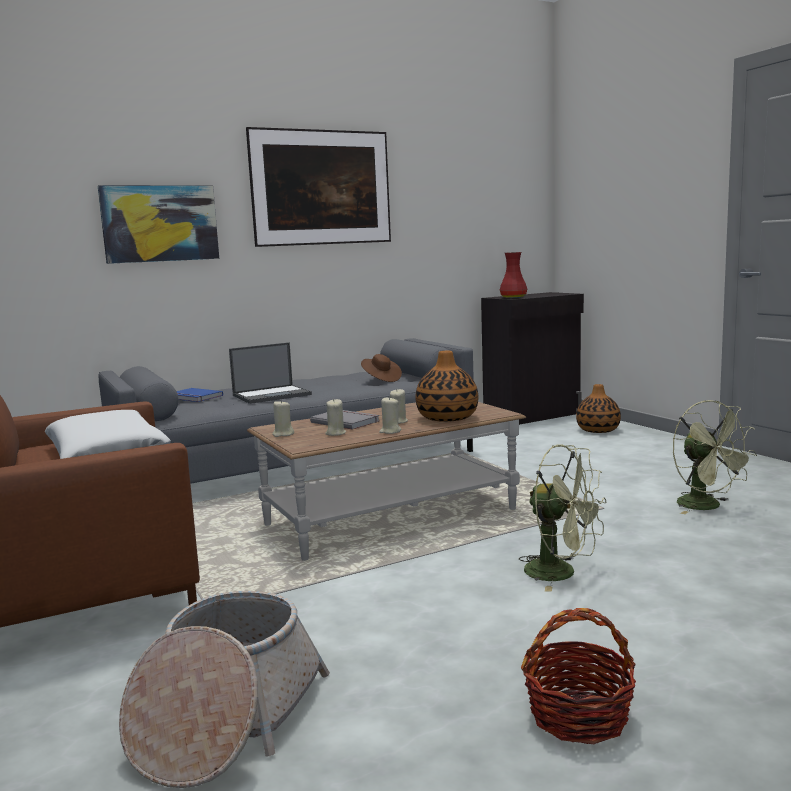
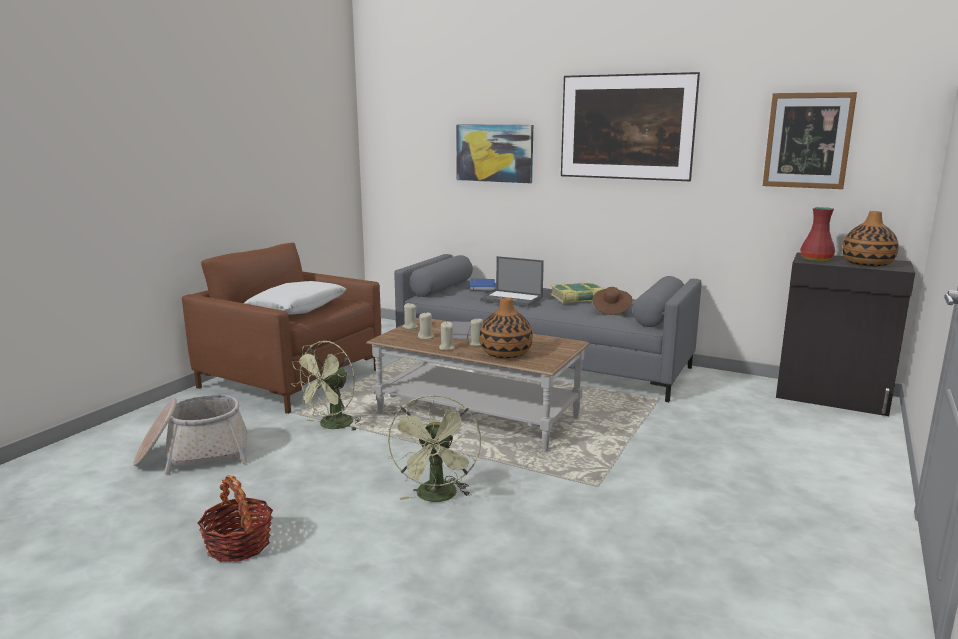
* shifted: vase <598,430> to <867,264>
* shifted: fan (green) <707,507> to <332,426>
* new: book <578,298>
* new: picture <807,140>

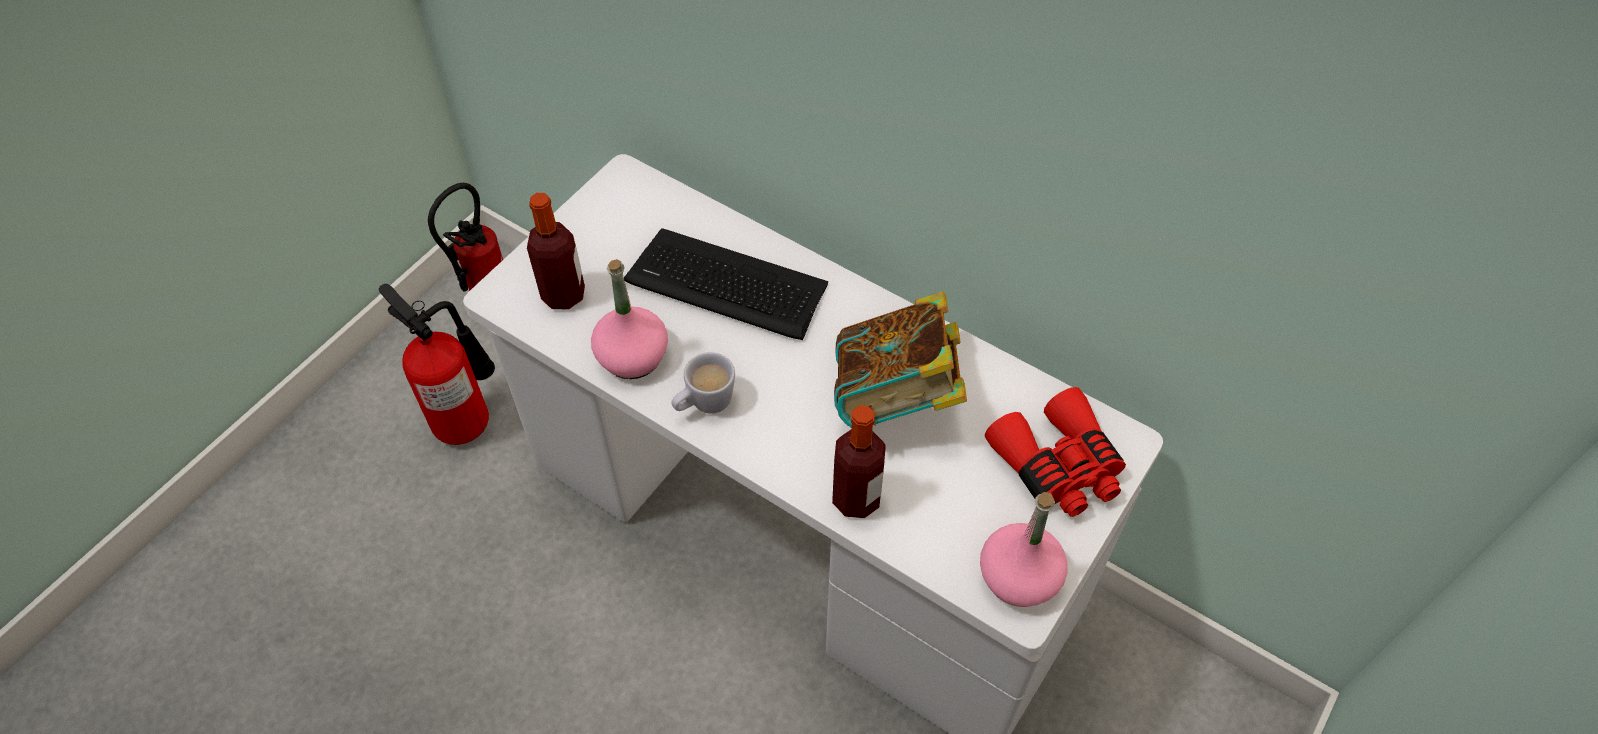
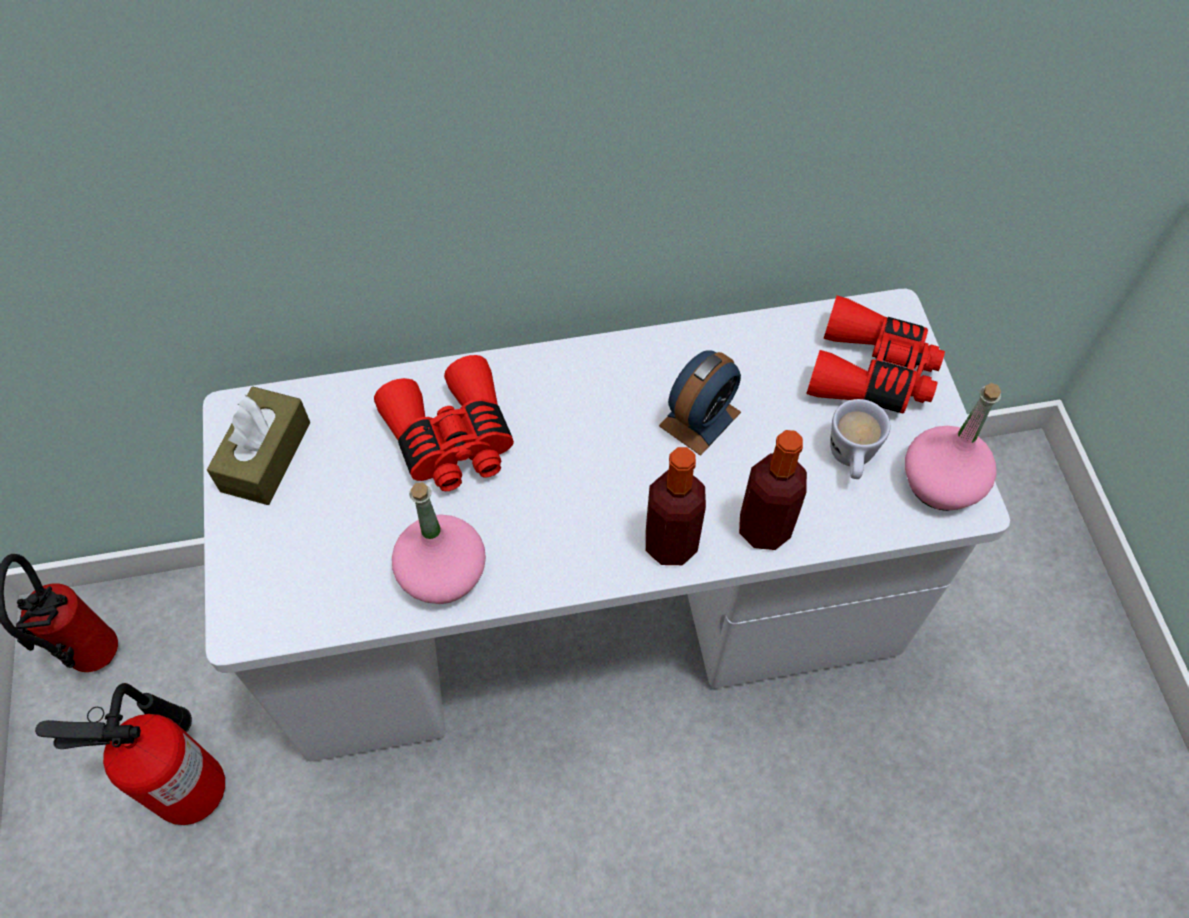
* shifted: bottle <563,295> to <671,543>
* swapped: keyboard <726,285> to binoculars (red) <452,439>
* shifted: mug (white) <704,404> to <850,459>
* swapped: book <896,398> to alarm clock <700,419>
* new: tissue box (brown) <266,456>

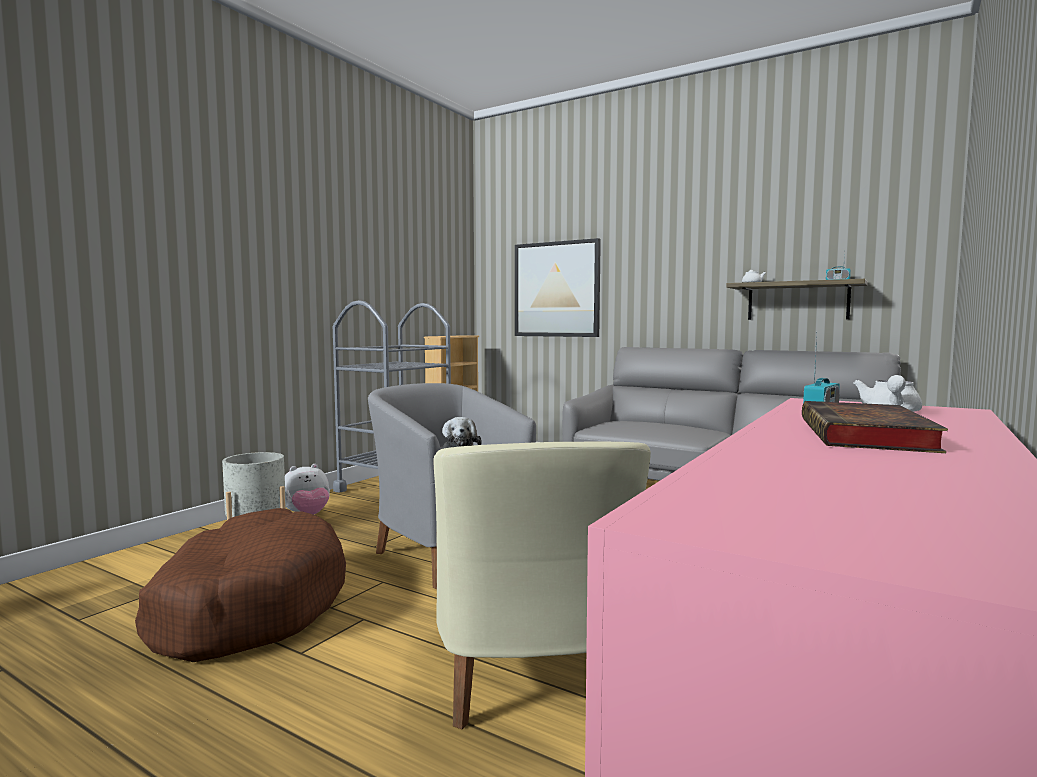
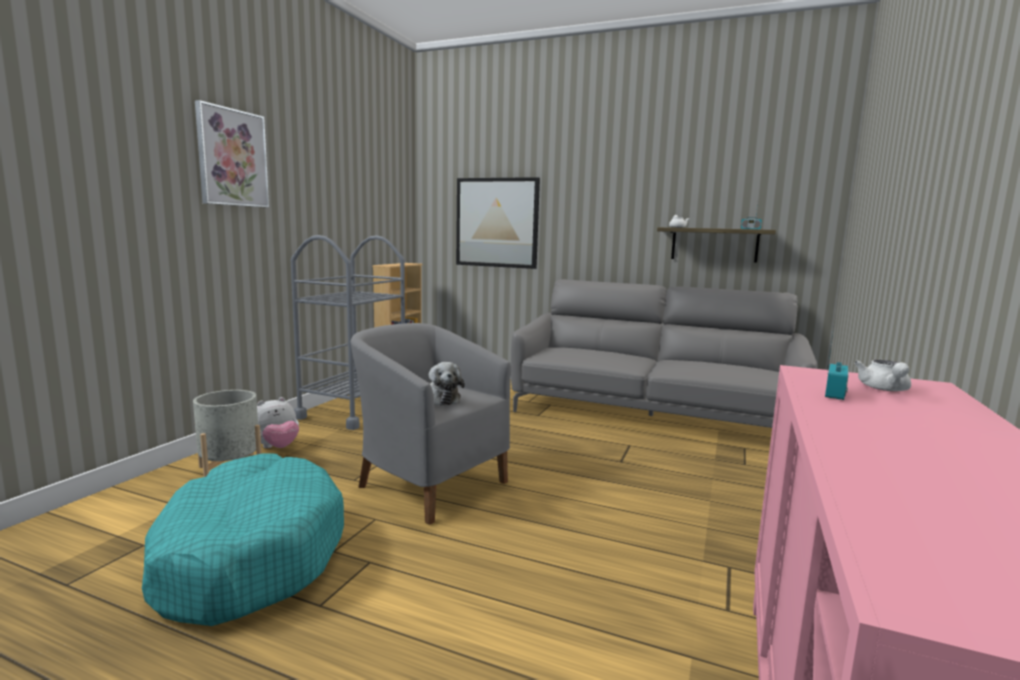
* repainted: dog bed (brown) <247,606> to dog bed (turquoise) <248,556>
* gone: armchair (beige) <533,672>
* gone: book <867,437>
* new: picture <232,158>

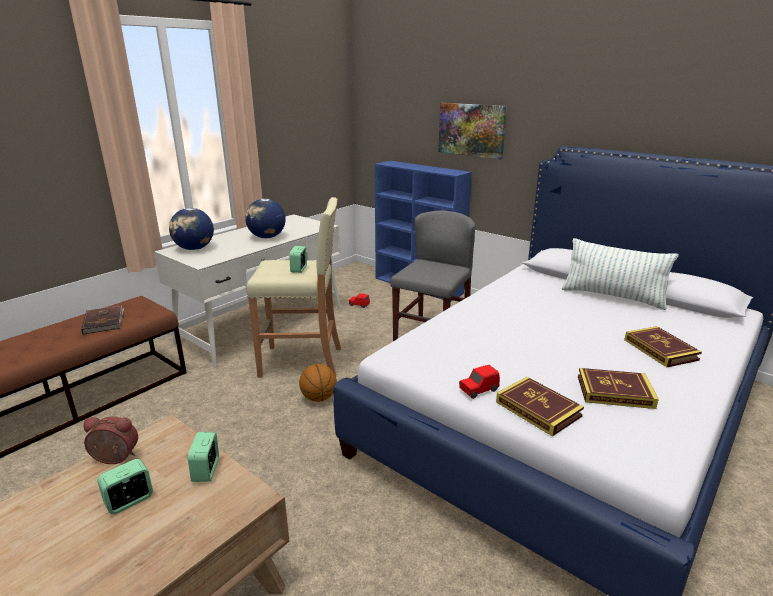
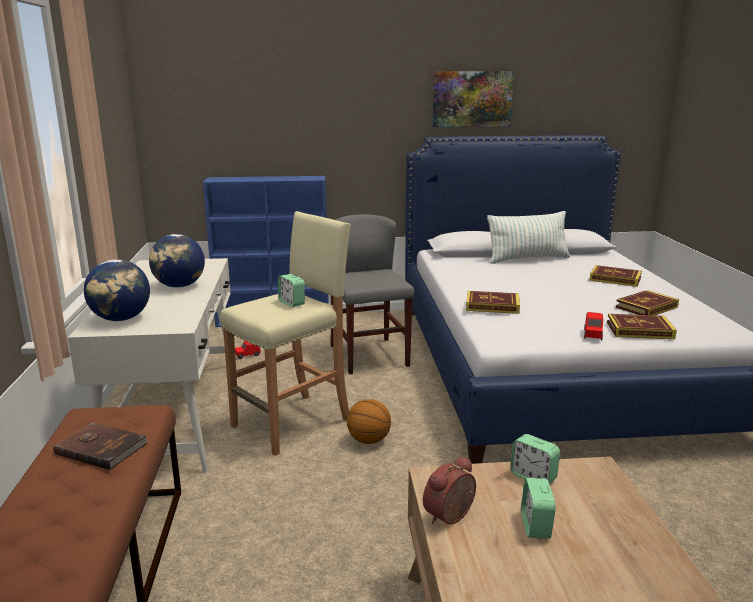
* shifted: picture <471,130> to <472,99>
* new: book <492,306>

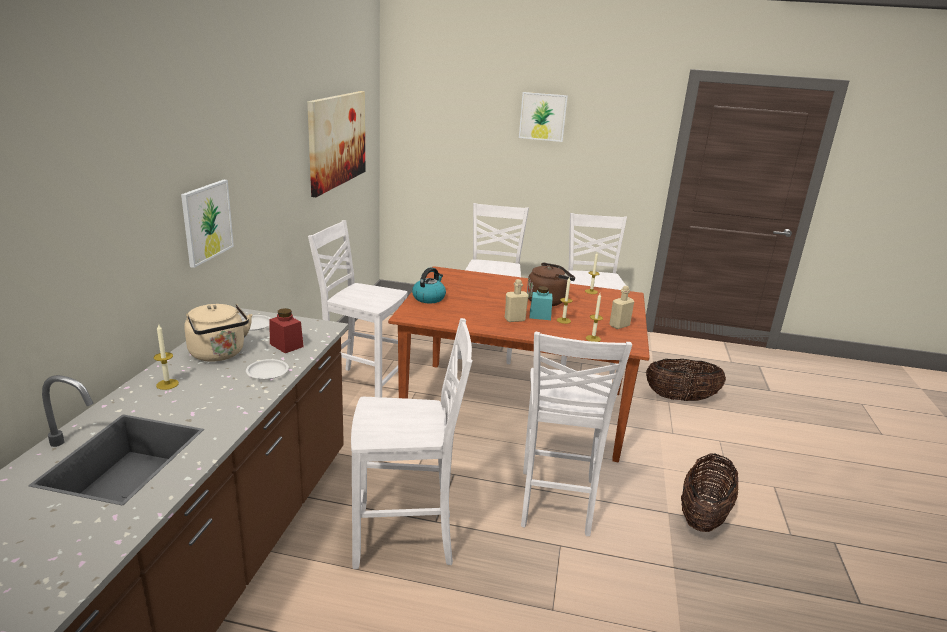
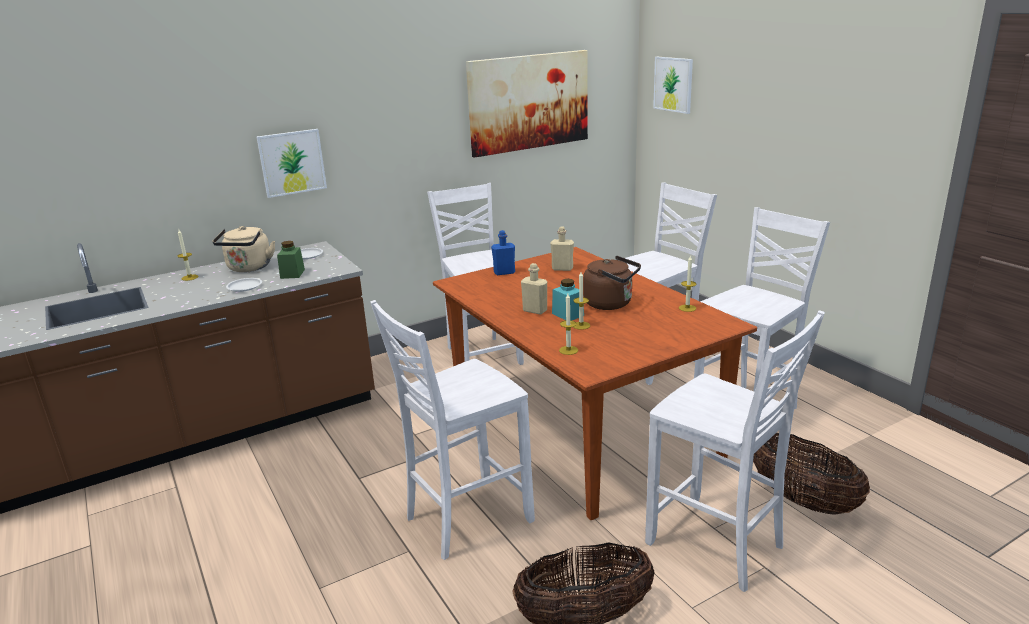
* repainted: jar (red) <286,345> to jar (green) <292,274>
* shifted: chair (white) <406,539> to <717,545>
* swapped: kettle <429,298> to bottle (blue) <504,272>
* shifted: picture <543,116> to <673,84>
* shifted: bottle (beige) <619,325> to <562,268>

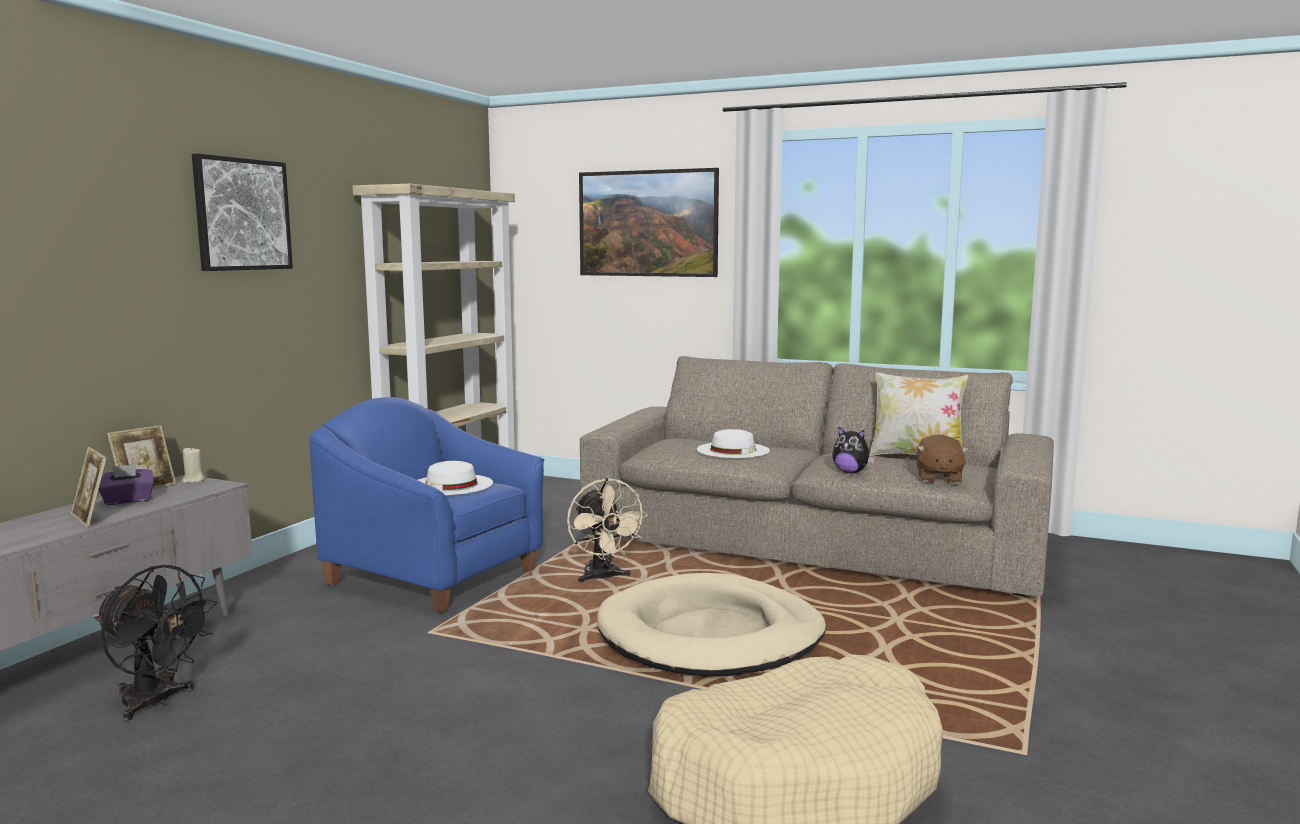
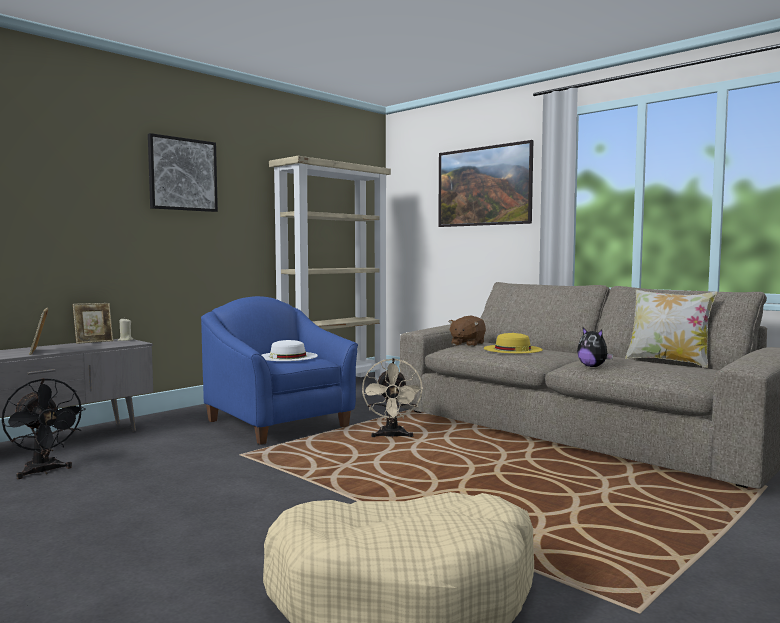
* gone: tissue box (purple) <127,500>
* gone: dog bed (beige) <711,635>
* repainted: hat (white) <733,450> to hat (yellow) <512,349>
* shifted: plush toy (brown) <938,478> to <467,344>

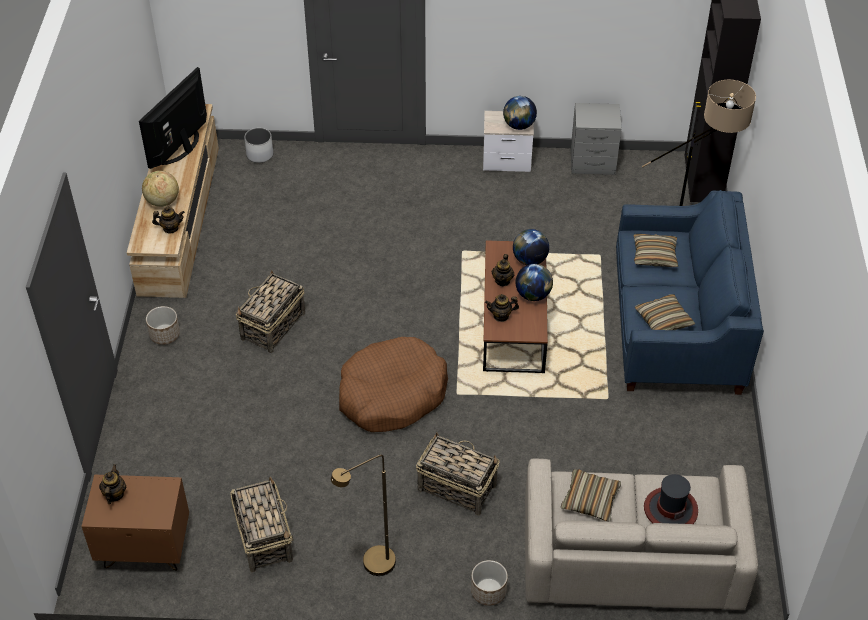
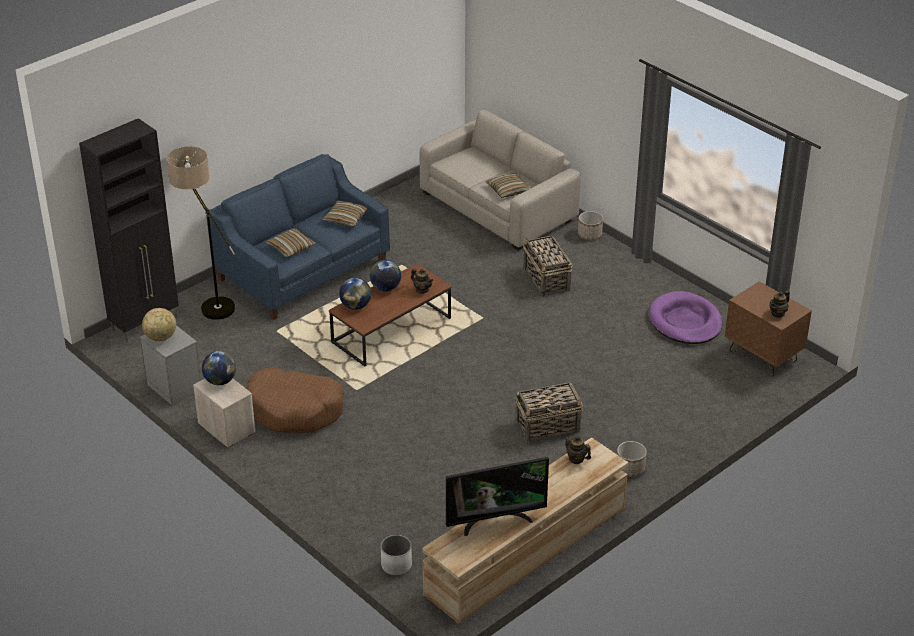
* shifted: globe <162,201> to <161,337>
* swapped: basket <264,537> to dog bed (purple) <685,322>
* gone: floor lamp (brown) <371,567>
* shifted: dog bed (brown) <392,394> to <295,410>
* gone: teapot <502,280>
* gone: hat <670,509>

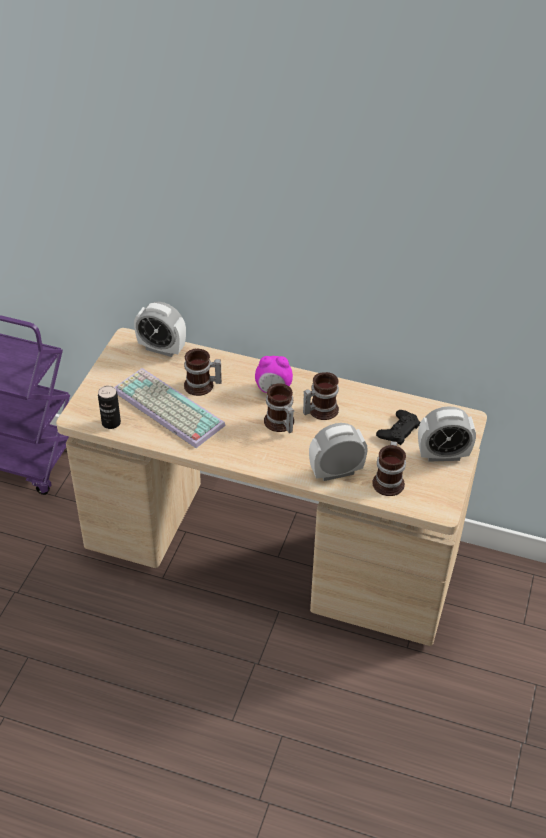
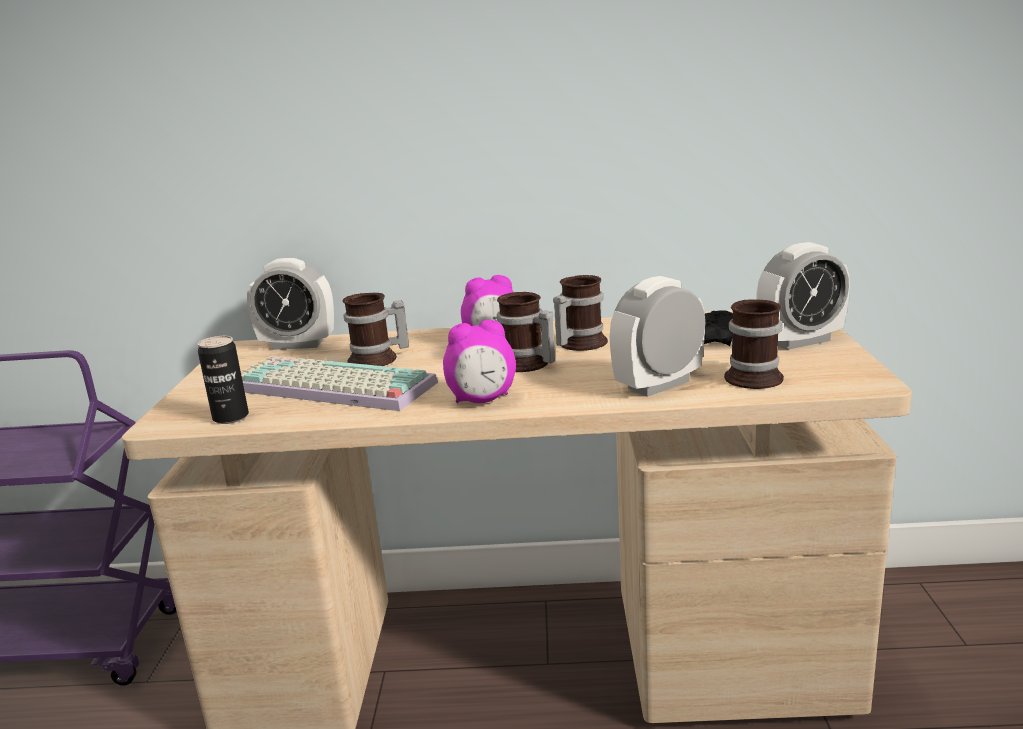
* new: alarm clock <482,400>

